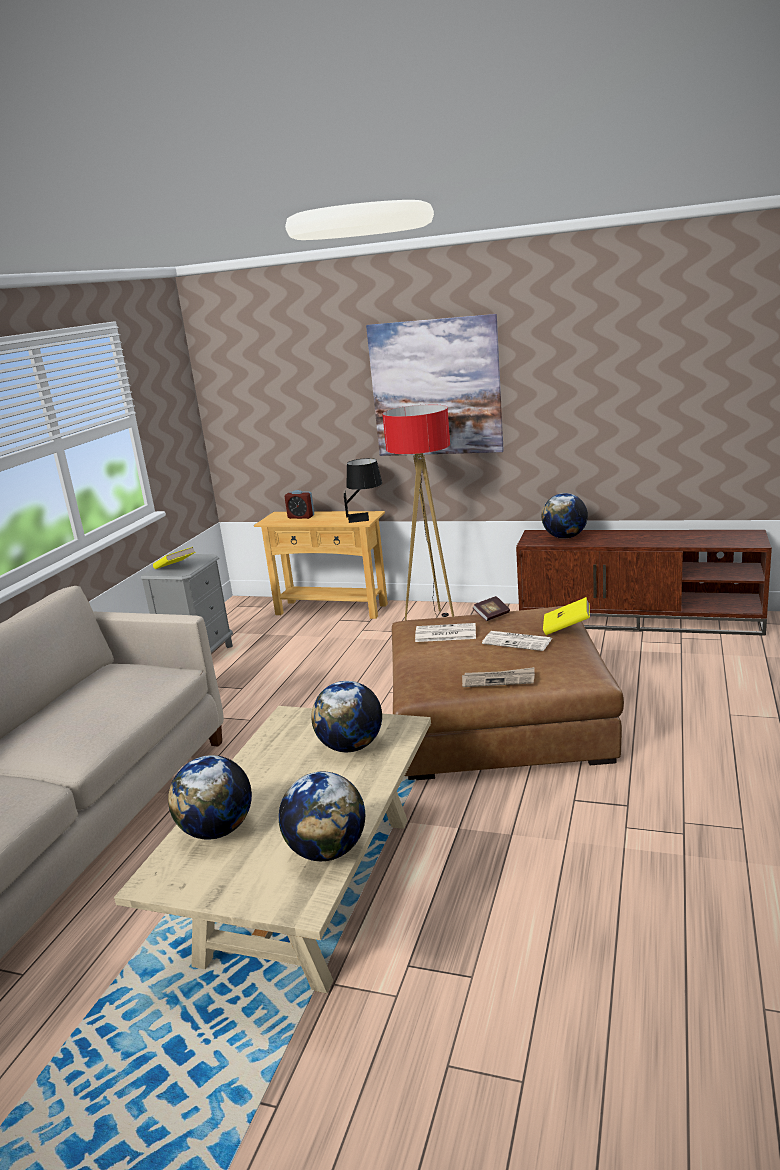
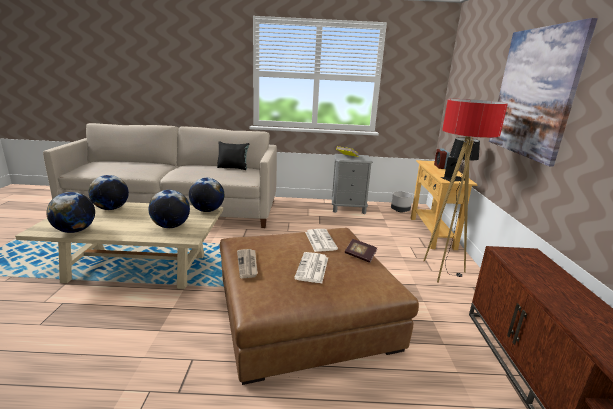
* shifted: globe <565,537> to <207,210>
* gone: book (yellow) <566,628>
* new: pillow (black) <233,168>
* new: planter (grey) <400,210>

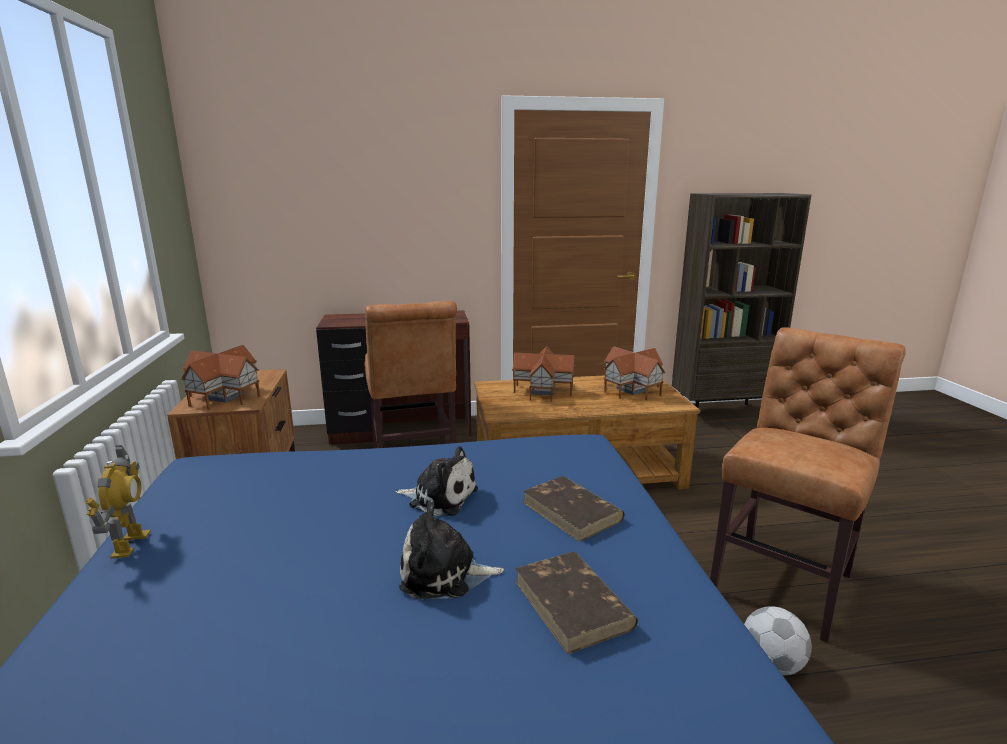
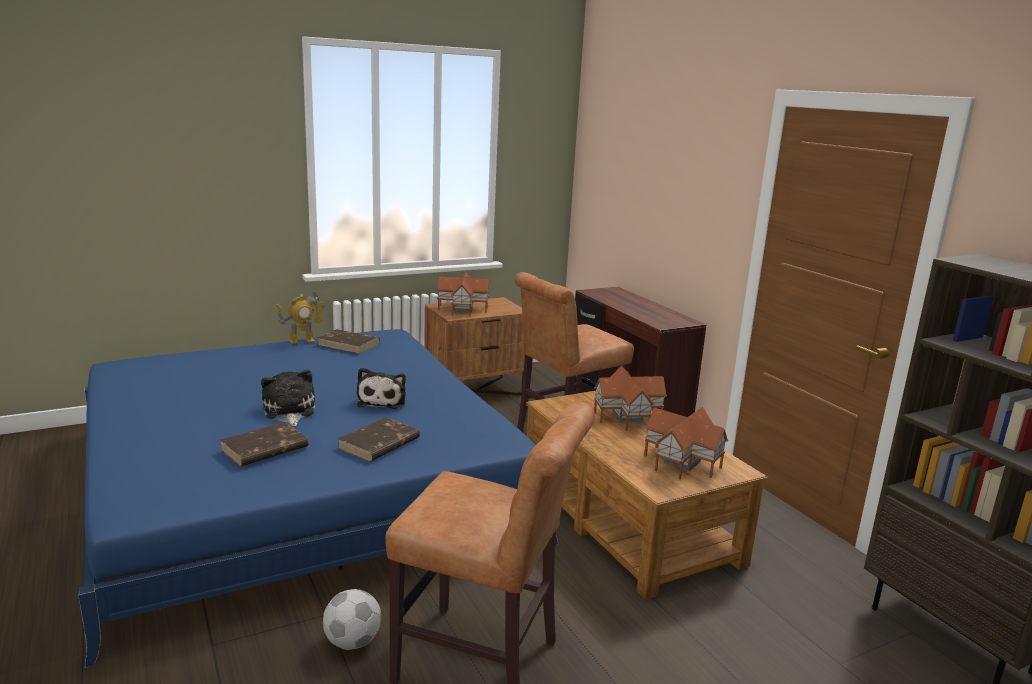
* new: book (brown) <349,344>

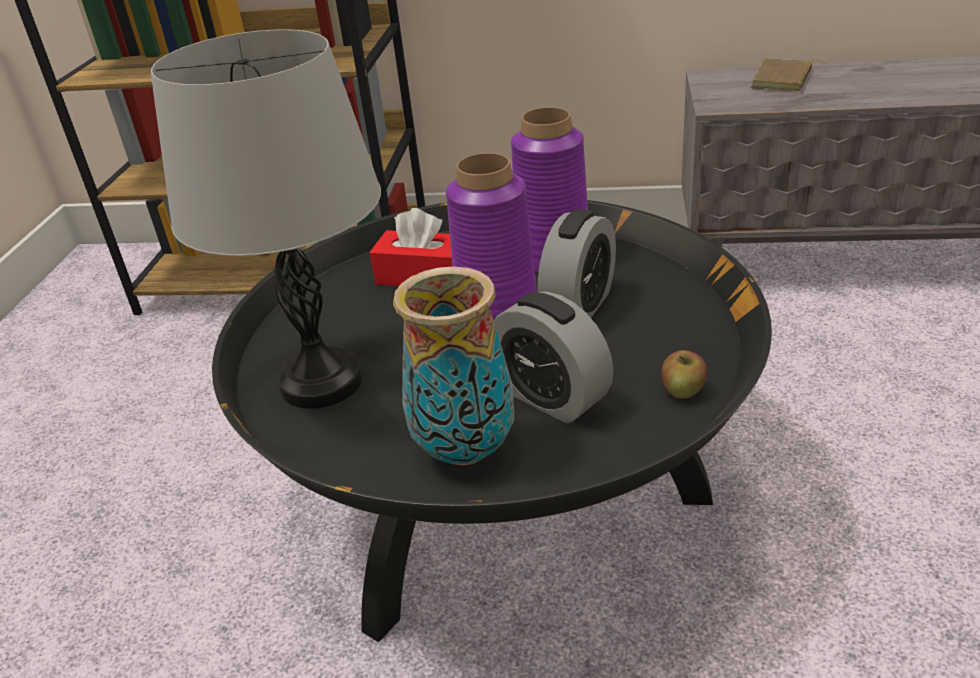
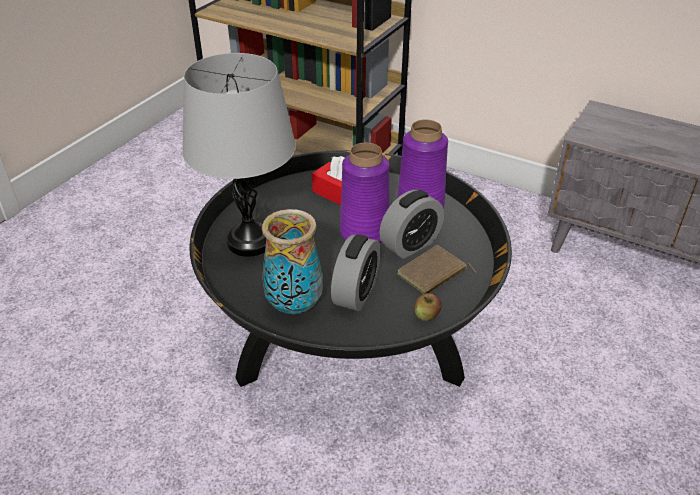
* rotated: alarm clock <551,397> = <356,293> 135 degrees counterclockwise
* shifted: book (brown) <784,80> to <433,274>

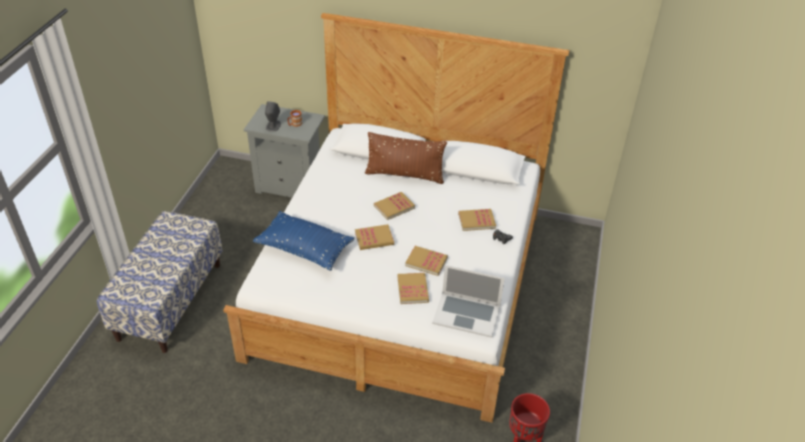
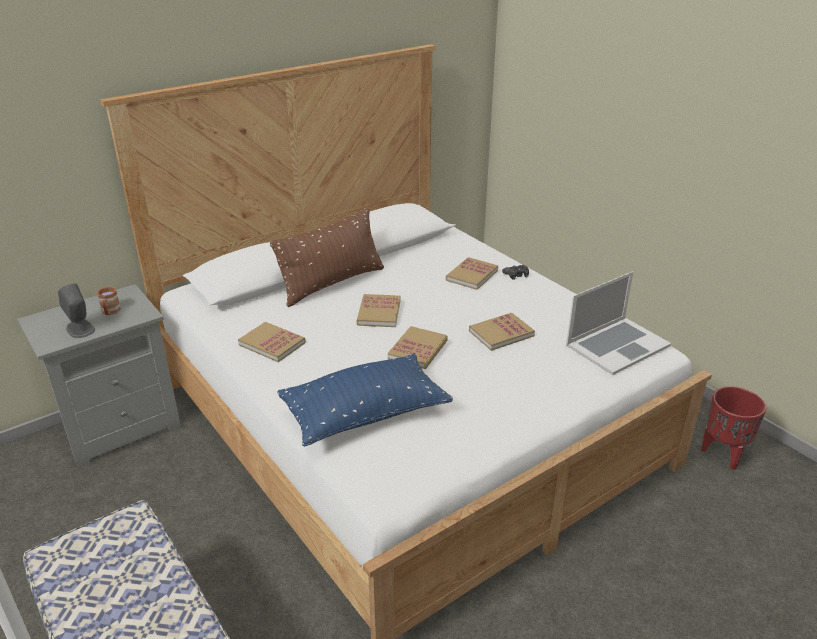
* shifted: book <412,289> to <272,344>

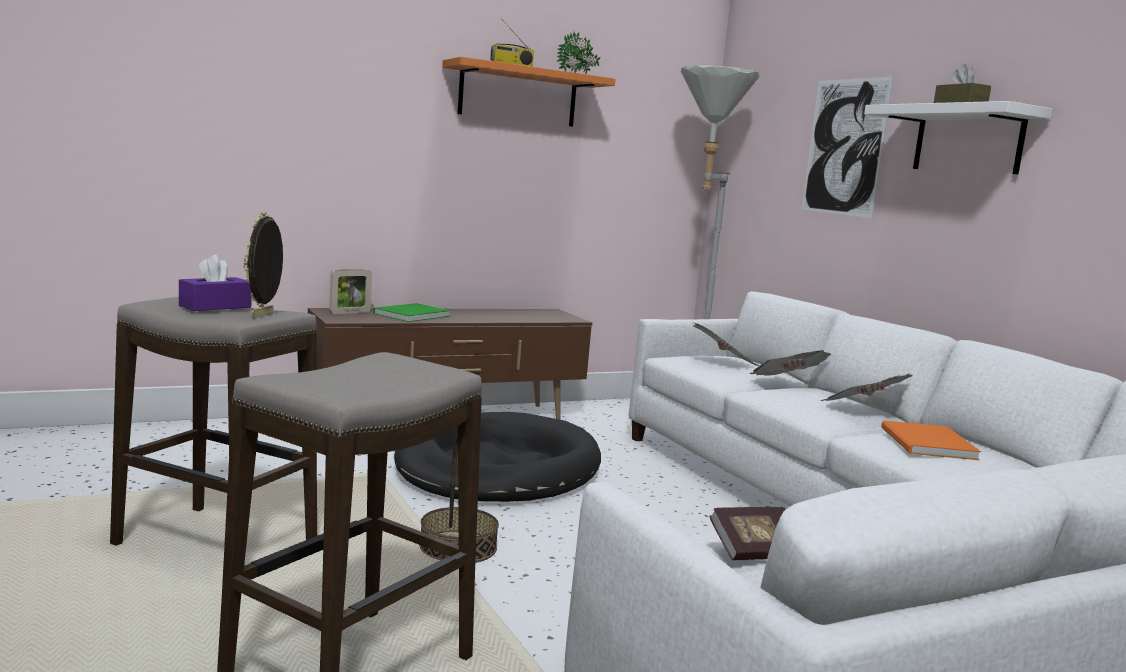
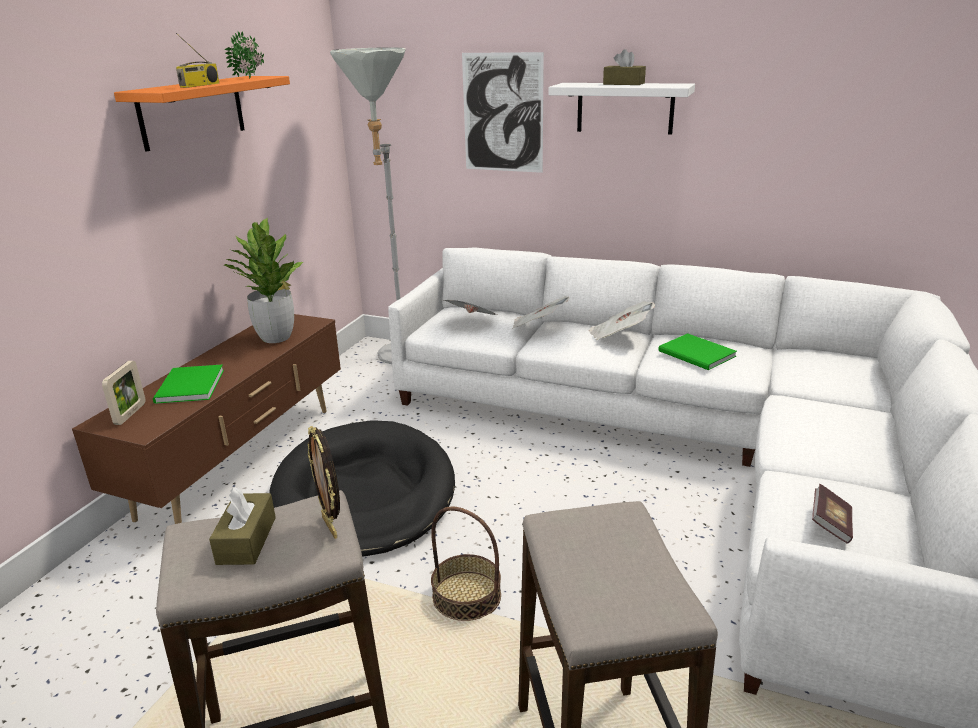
* repainted: tissue box (purple) <215,306> to tissue box (brown) <246,540>
* repainted: book (orange) <926,444> to book (green) <697,355>
* new: potted plant <276,337>

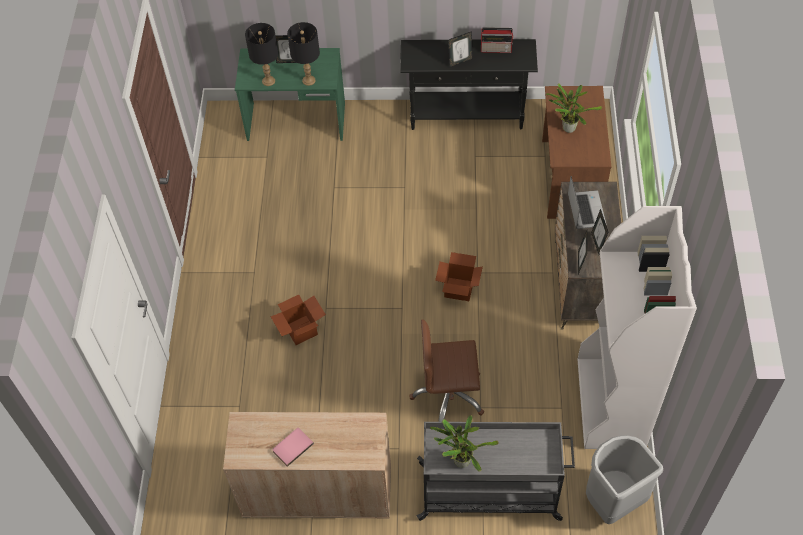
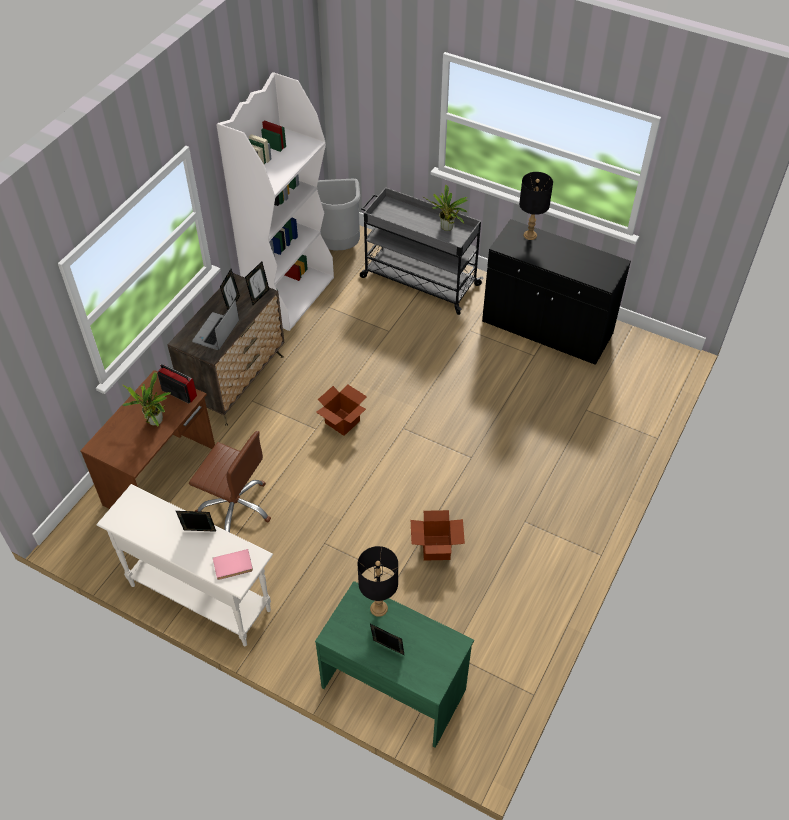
* repainted: cabinet (beige) <317,491> to cabinet (black) <547,329>
* shifted: table lamp (black) <268,81> to <530,235>
* shifted: cardboard box <301,330> to <436,548>
* shifted: book (pink) <292,446> to <233,566>
* repainted: console table (black) <467,116> to console table (white) <200,597>
* shifted: office chair (brown) <448,396> to <235,507>
* shifted: radio <496,49> to <178,392>

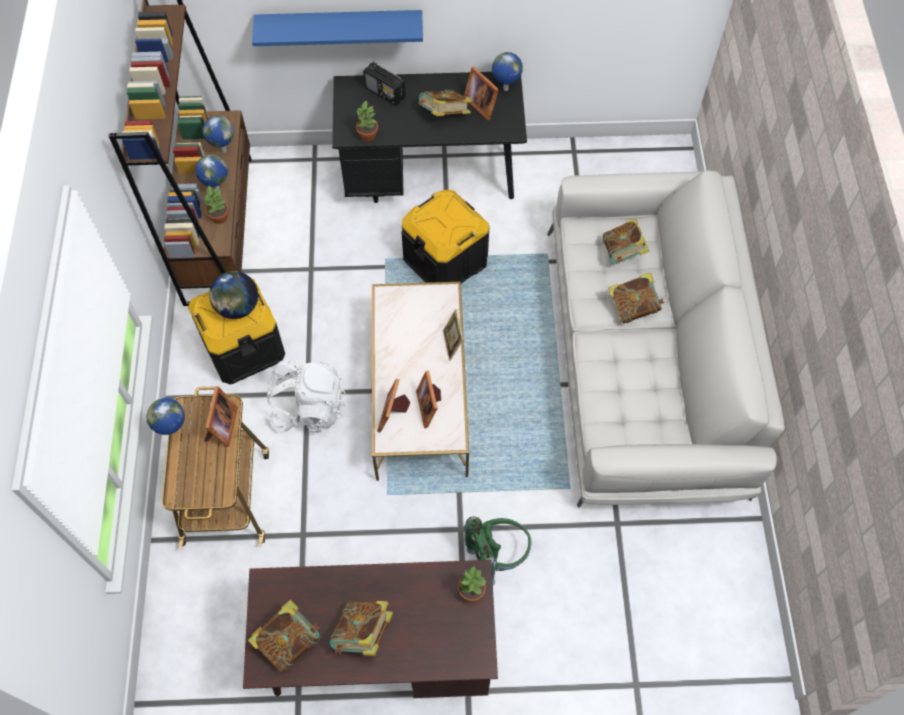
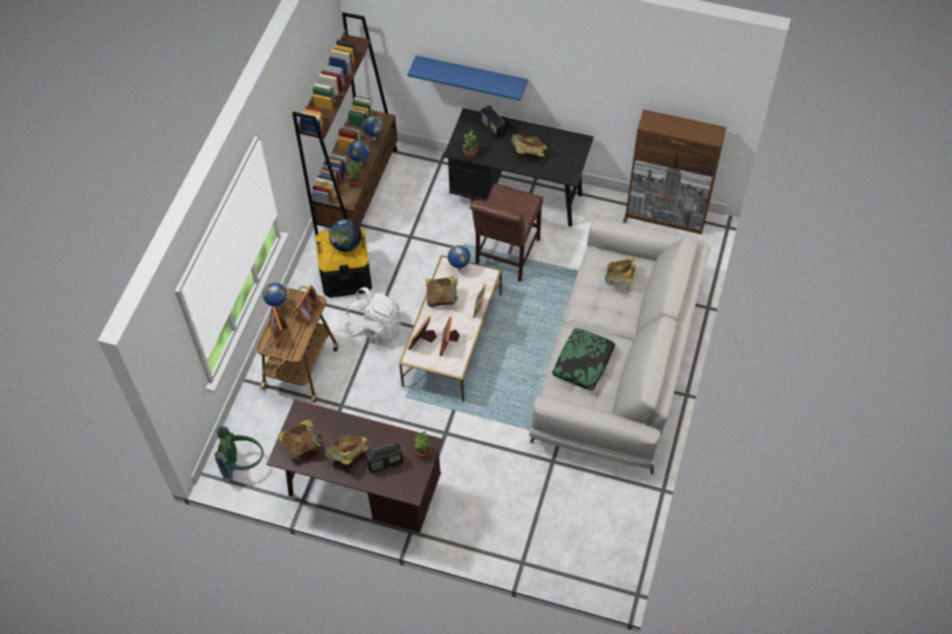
* swapped: storage box (black) <445,261> to chair (brown) <505,256>
* shifted: picture frame <481,104> to <279,333>
* shifted: backpack (green) <497,556> to <243,464>
* shifted: globe <505,89> to <459,269>
* shifted: book <633,307> to <442,298>
* new: radio <385,462>
* new: pillow <583,363>
* new: cabinet (brown) <666,216>

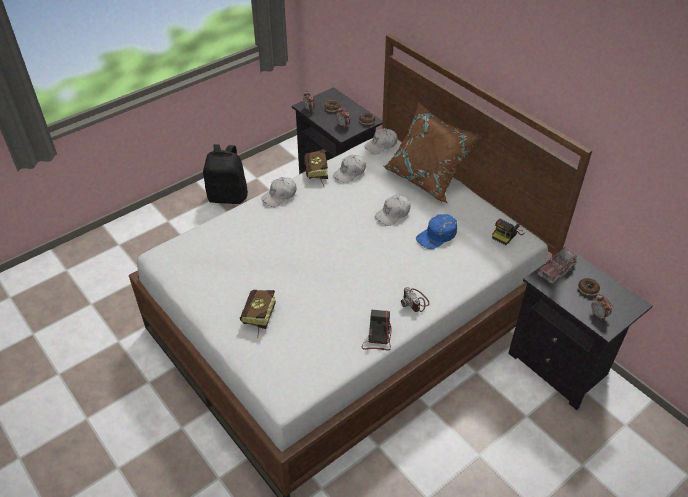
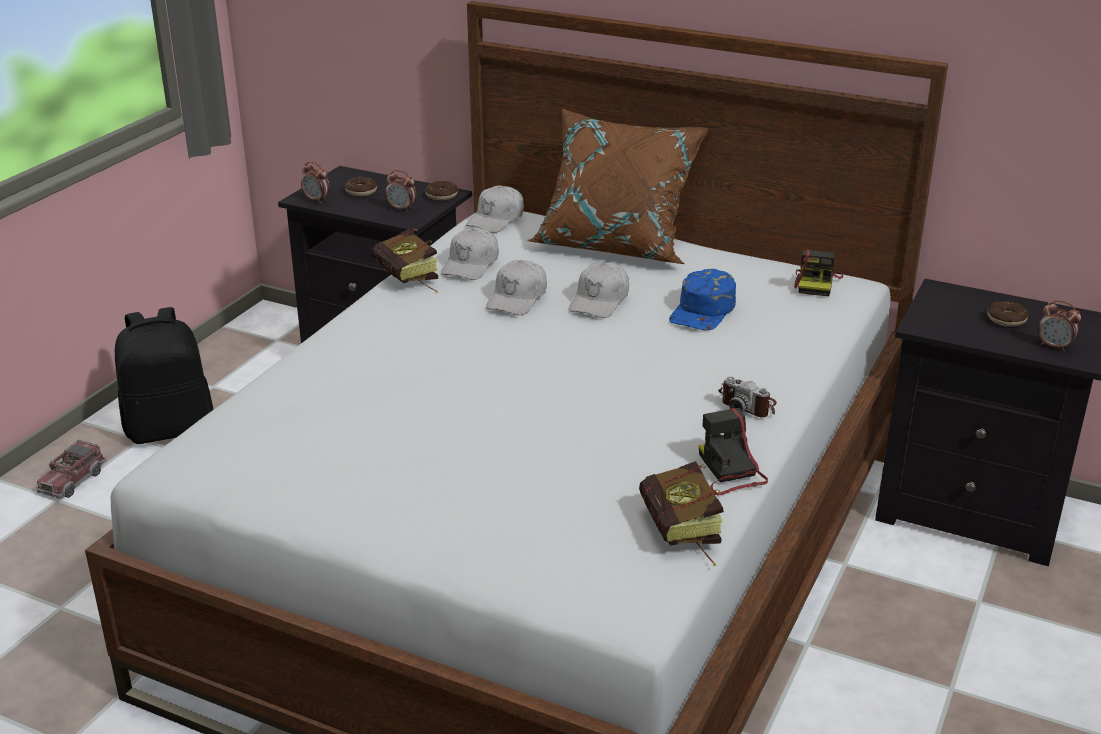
* shifted: book <258,319> to <683,536>
* shifted: cap (white) <279,196> to <517,298>
* shifted: toy truck <556,271> to <73,481>

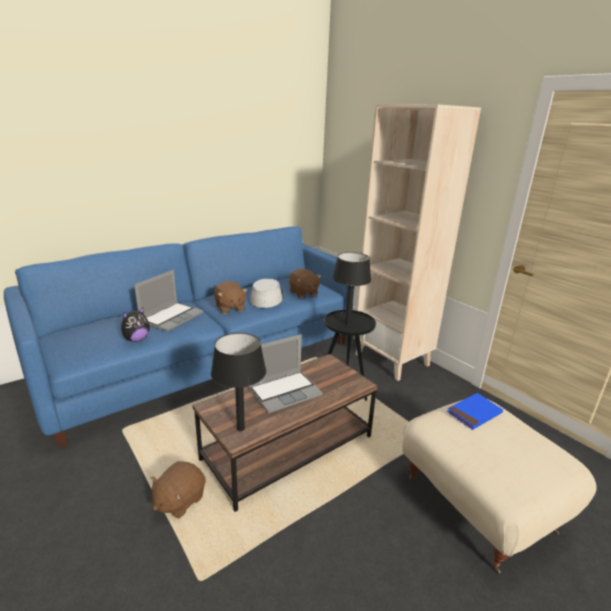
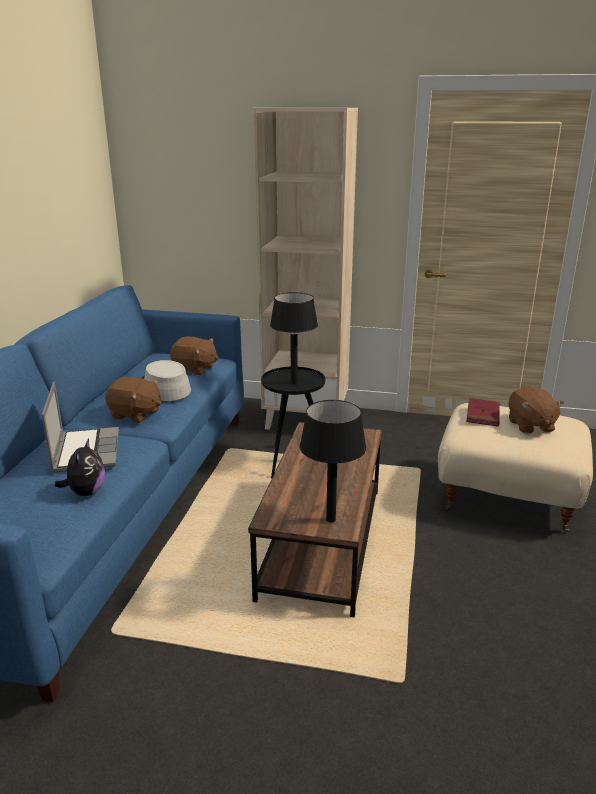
* shifted: plush toy (brown) <179,500> to <530,425>
* gone: laptop <285,391>
* repainted: book (blue) <474,413> to book (red) <483,414>

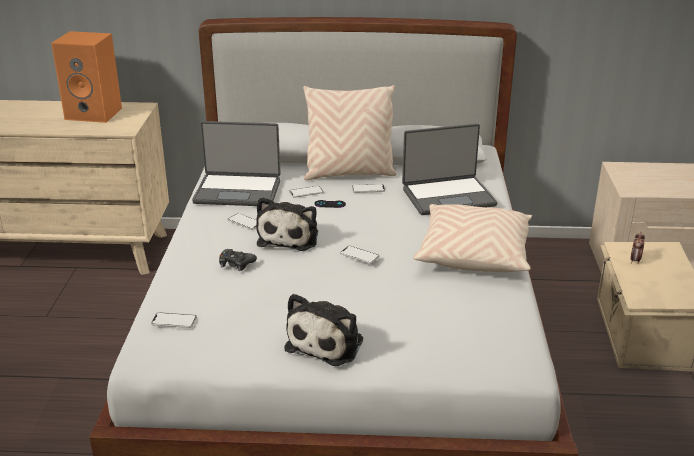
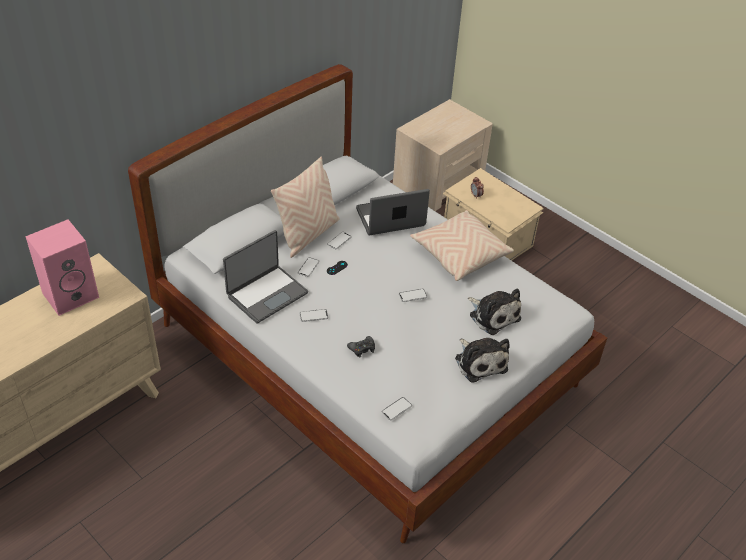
* repainted: speaker (orange) <95,113> to speaker (pink) <71,294>
* shifted: plush toy <290,237> to <493,315>
* rotated: laptop <448,196> = <390,218> 135 degrees counterclockwise

